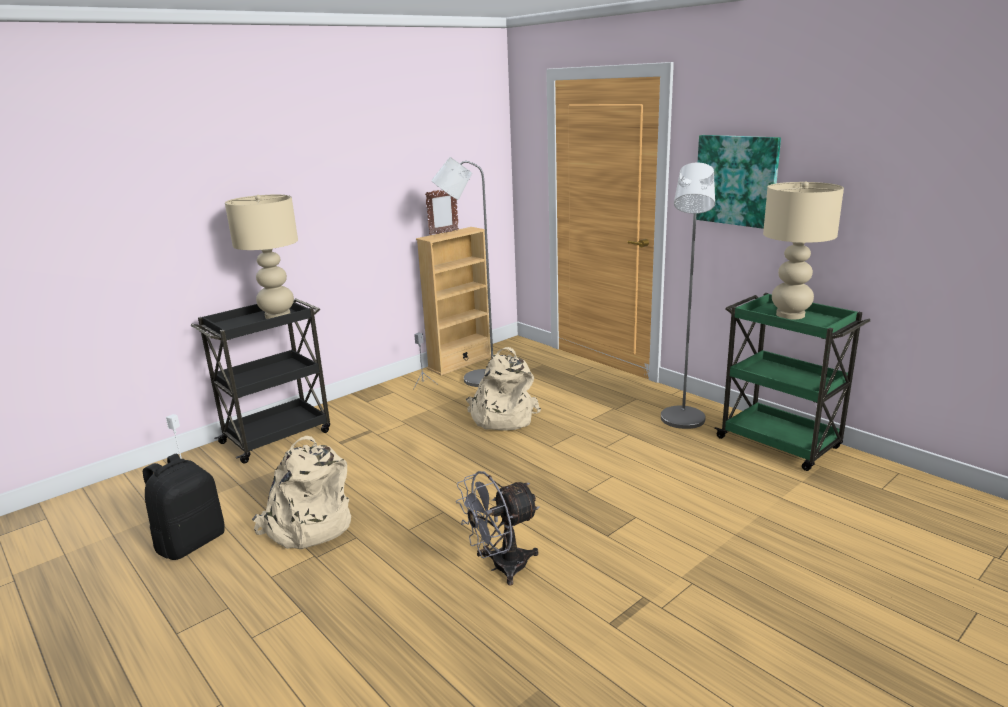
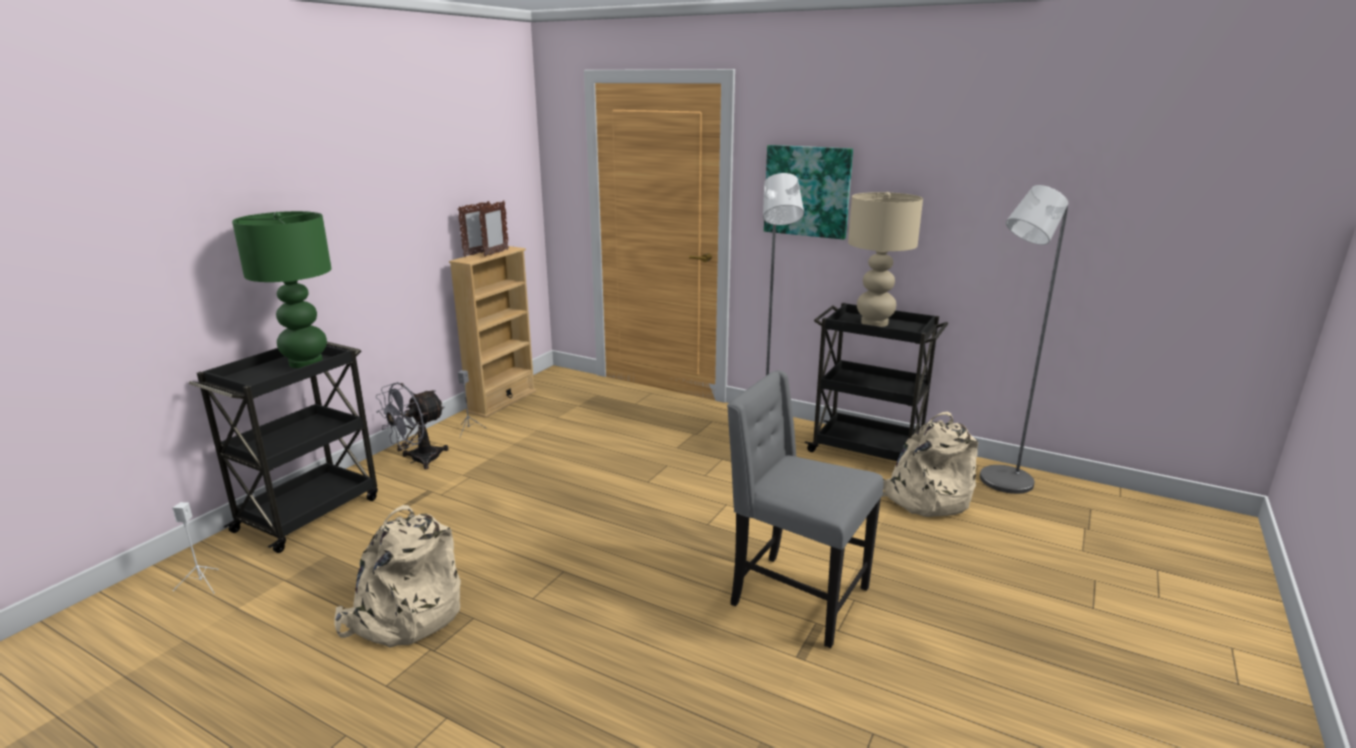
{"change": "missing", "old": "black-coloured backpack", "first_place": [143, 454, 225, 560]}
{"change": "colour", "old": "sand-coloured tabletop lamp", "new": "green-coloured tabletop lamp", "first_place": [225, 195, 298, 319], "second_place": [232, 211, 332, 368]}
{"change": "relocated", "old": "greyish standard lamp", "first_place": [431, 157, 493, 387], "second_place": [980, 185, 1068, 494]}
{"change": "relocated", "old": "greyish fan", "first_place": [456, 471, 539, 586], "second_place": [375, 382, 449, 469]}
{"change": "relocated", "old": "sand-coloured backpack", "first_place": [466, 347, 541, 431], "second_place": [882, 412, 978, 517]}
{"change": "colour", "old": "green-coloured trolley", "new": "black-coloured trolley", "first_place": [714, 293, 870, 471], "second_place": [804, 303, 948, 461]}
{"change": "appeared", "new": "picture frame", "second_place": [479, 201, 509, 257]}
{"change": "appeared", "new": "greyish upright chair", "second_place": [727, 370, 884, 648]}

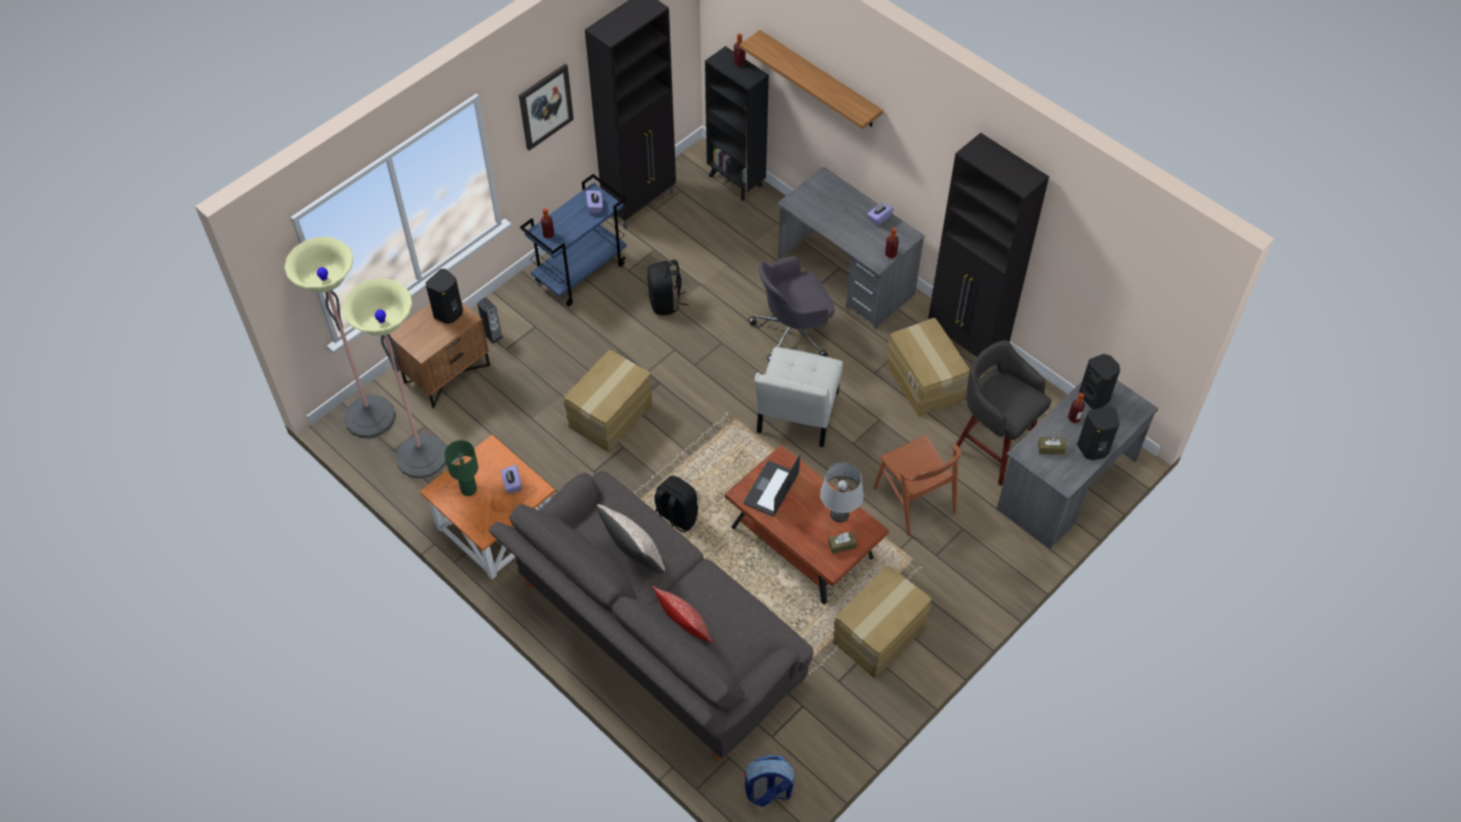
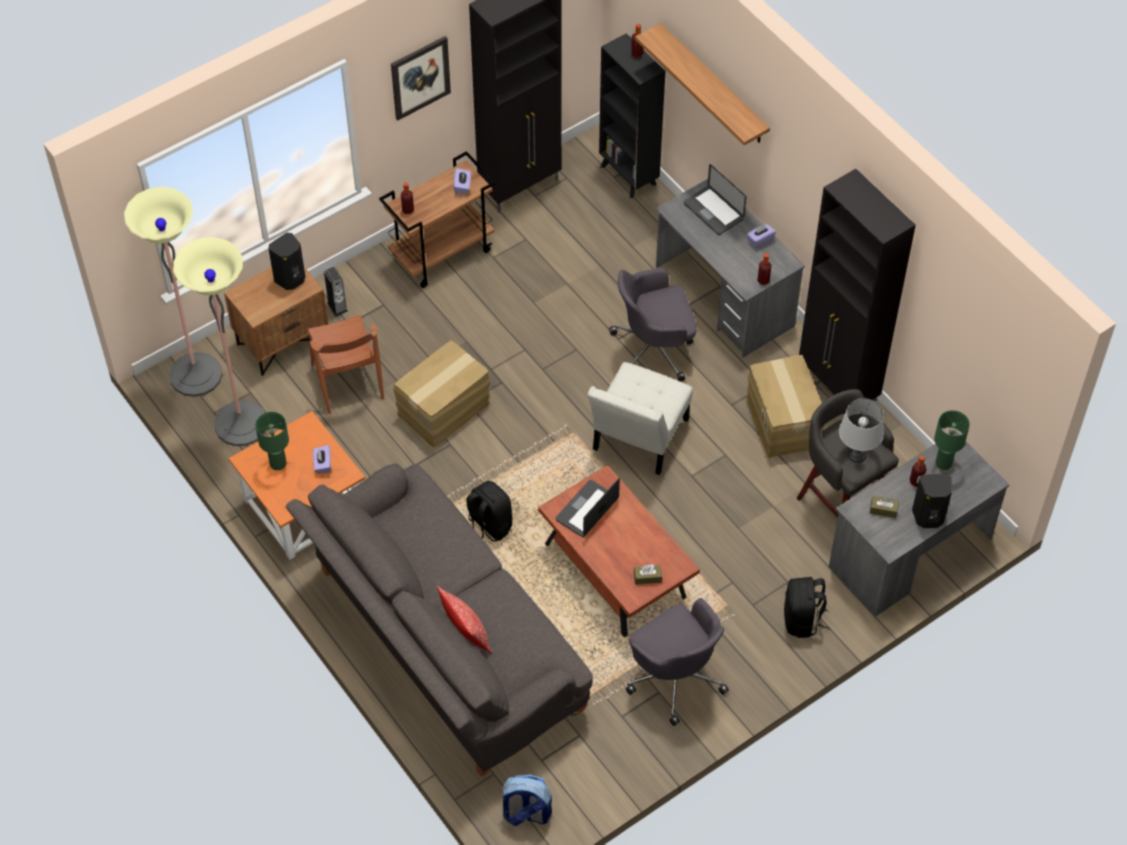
{"change": "colour", "old": "blue-coloured trolley", "new": "brownish trolley", "first_place": [520, 174, 627, 306], "second_place": [379, 151, 496, 288]}
{"change": "missing", "old": "sand-coloured pillow", "first_place": [597, 504, 665, 573]}
{"change": "relocated", "old": "black-coloured backpack", "first_place": [647, 260, 688, 315], "second_place": [784, 577, 829, 638]}
{"change": "relocated", "old": "greyish tabletop lamp", "first_place": [820, 462, 864, 522], "second_place": [839, 398, 884, 463]}
{"change": "exchanged", "old": "cardboard box", "new": "greyish office chair", "first_place": [833, 565, 931, 678], "second_place": [626, 598, 729, 726]}
{"change": "relocated", "old": "brownish upright chair", "first_place": [874, 435, 961, 536], "second_place": [308, 315, 384, 414]}
{"change": "exchanged", "old": "black-coloured speaker", "new": "green-coloured tabletop lamp", "first_place": [1079, 354, 1120, 409], "second_place": [934, 410, 970, 470]}
{"change": "appeared", "new": "notebook computer", "second_place": [683, 164, 746, 235]}

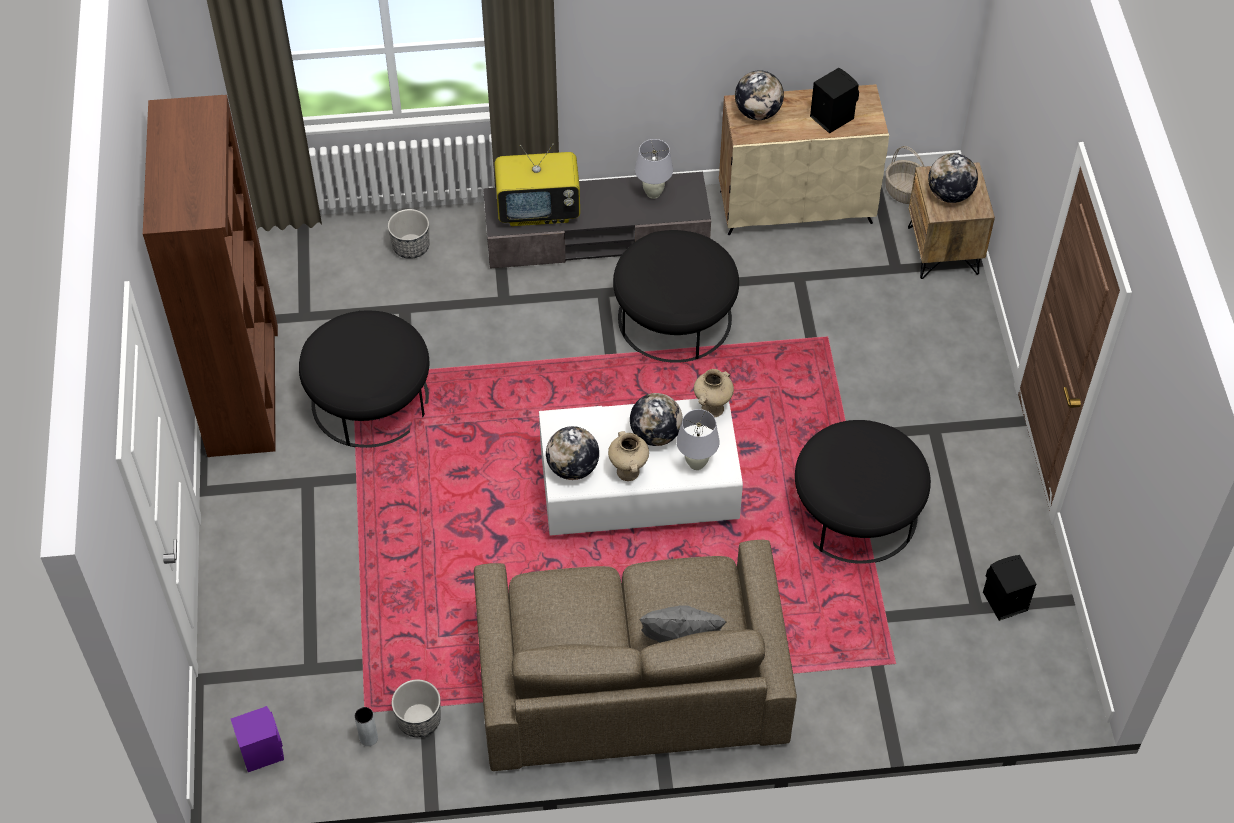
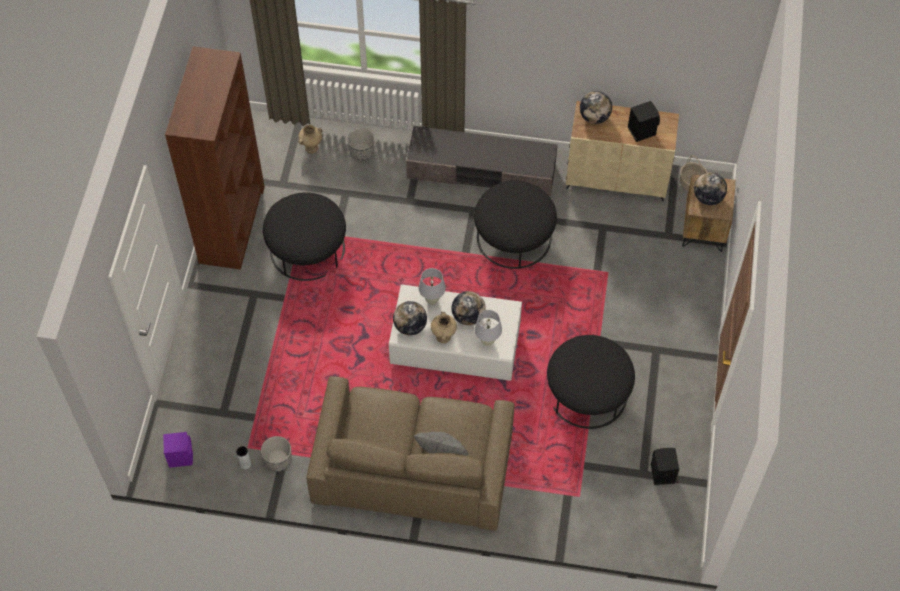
{"change": "missing", "old": "TV set", "first_place": [495, 144, 580, 226]}
{"change": "relocated", "old": "whitish tabletop lamp", "first_place": [635, 139, 673, 199], "second_place": [419, 268, 446, 305]}
{"change": "relocated", "old": "sand-coloured decorative vase", "first_place": [694, 369, 734, 418], "second_place": [298, 125, 323, 153]}

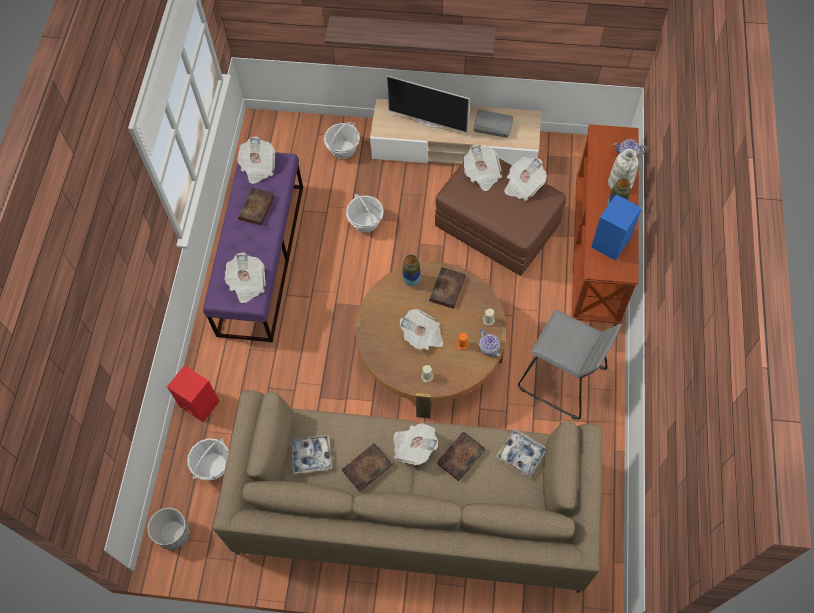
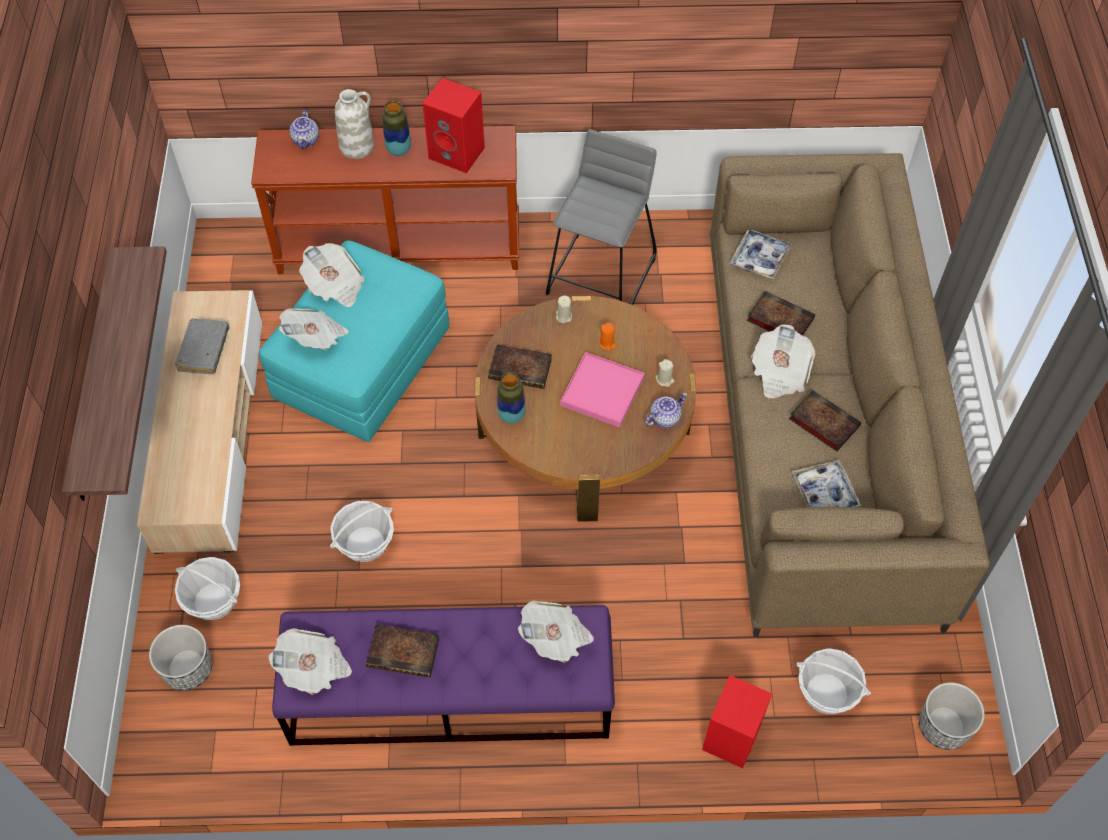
{"change": "missing", "old": "TV set", "first_place": [386, 75, 470, 133]}
{"change": "exchanged", "old": "newspaper", "new": "pink-coloured serving tray", "first_place": [400, 309, 443, 350], "second_place": [560, 352, 644, 428]}
{"change": "colour", "old": "brownish pouffe", "new": "turquoise-coloured pouffe", "first_place": [435, 158, 566, 276], "second_place": [259, 241, 449, 442]}
{"change": "relocated", "old": "tea pot", "first_place": [479, 329, 500, 357], "second_place": [645, 393, 688, 428]}
{"change": "colour", "old": "blue-coloured speaker", "new": "red-coloured speaker", "first_place": [591, 194, 642, 261], "second_place": [422, 78, 485, 173]}
{"change": "appeared", "new": "planter", "second_place": [149, 625, 212, 691]}

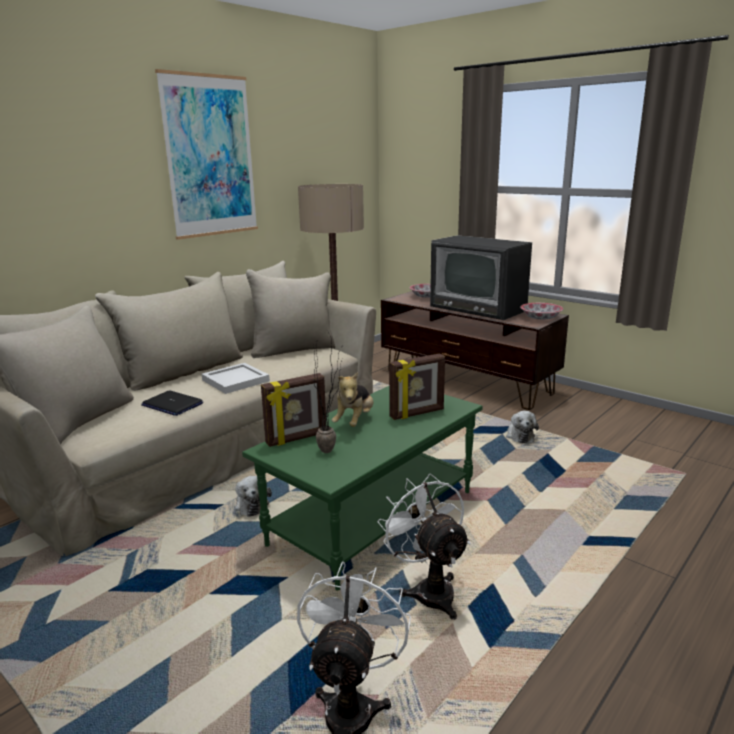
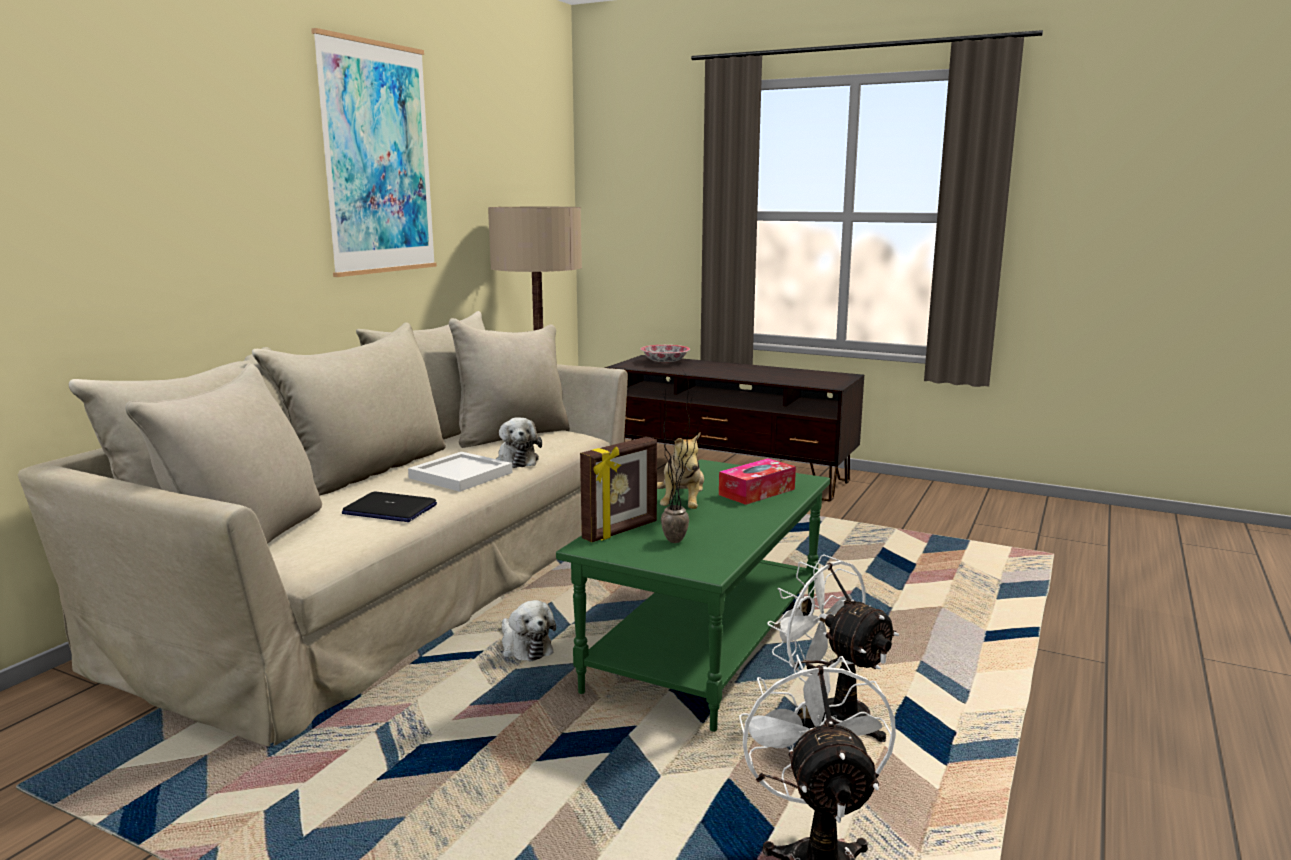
{"change": "exchanged", "old": "picture frame", "new": "tissue holder", "first_place": [389, 353, 445, 420], "second_place": [719, 458, 796, 505]}
{"change": "missing", "old": "TV set", "first_place": [430, 235, 532, 320]}
{"change": "relocated", "old": "soft toy", "first_place": [506, 411, 539, 443], "second_place": [496, 417, 542, 468]}
{"change": "missing", "old": "bowl", "first_place": [520, 303, 563, 320]}

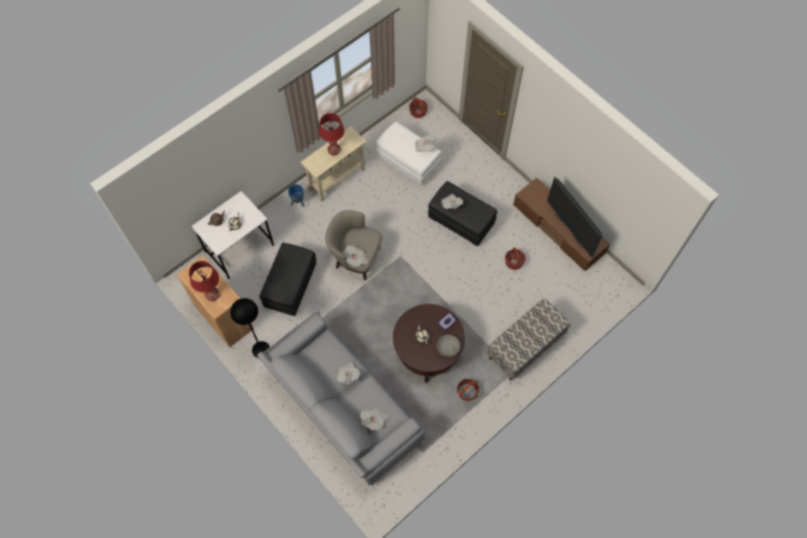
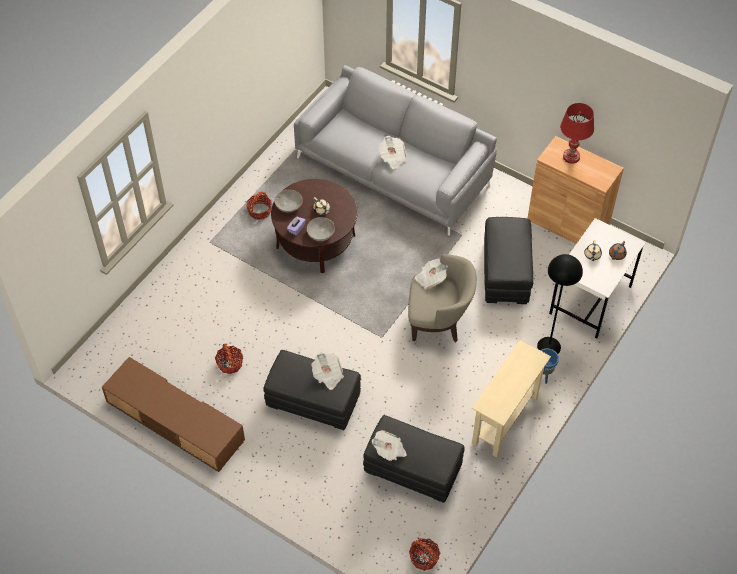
{"change": "relocated", "old": "black-coloured standard lamp", "first_place": [230, 298, 270, 358], "second_place": [537, 254, 583, 354]}
{"change": "missing", "old": "red-coloured tabletop lamp", "first_place": [319, 113, 344, 156]}
{"change": "missing", "old": "newspaper", "first_place": [360, 408, 387, 430]}
{"change": "colour", "old": "whitish pouffe", "new": "black-coloured pouffe", "first_place": [376, 122, 442, 186], "second_place": [363, 415, 465, 503]}
{"change": "missing", "old": "long seat", "first_place": [487, 298, 570, 380]}
{"change": "missing", "old": "TV set", "first_place": [547, 176, 602, 258]}
{"change": "appeared", "new": "greyish bowl", "second_place": [307, 217, 335, 241]}

